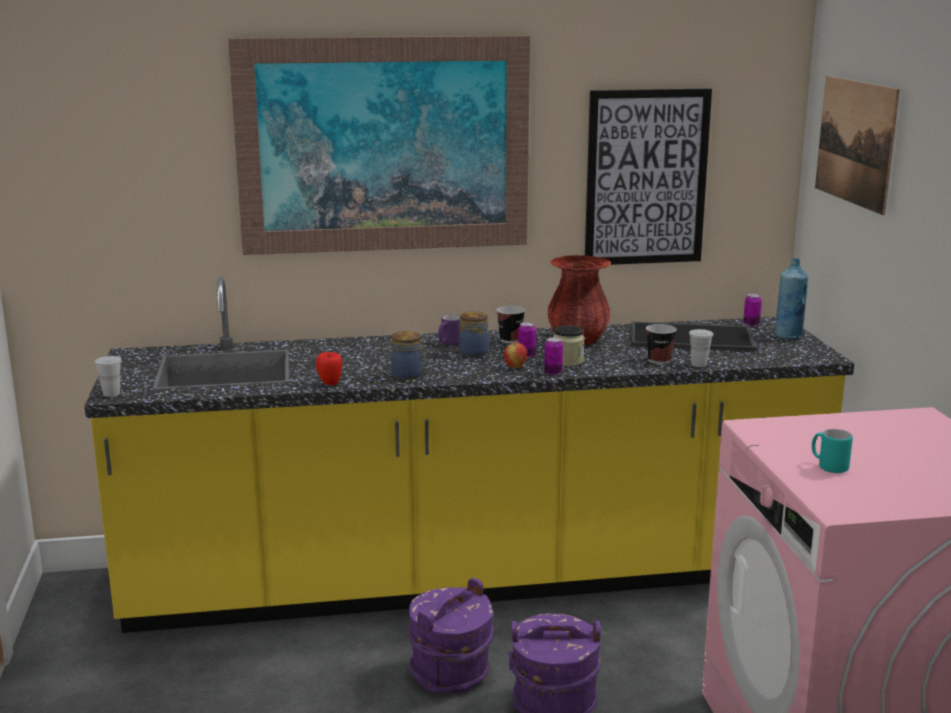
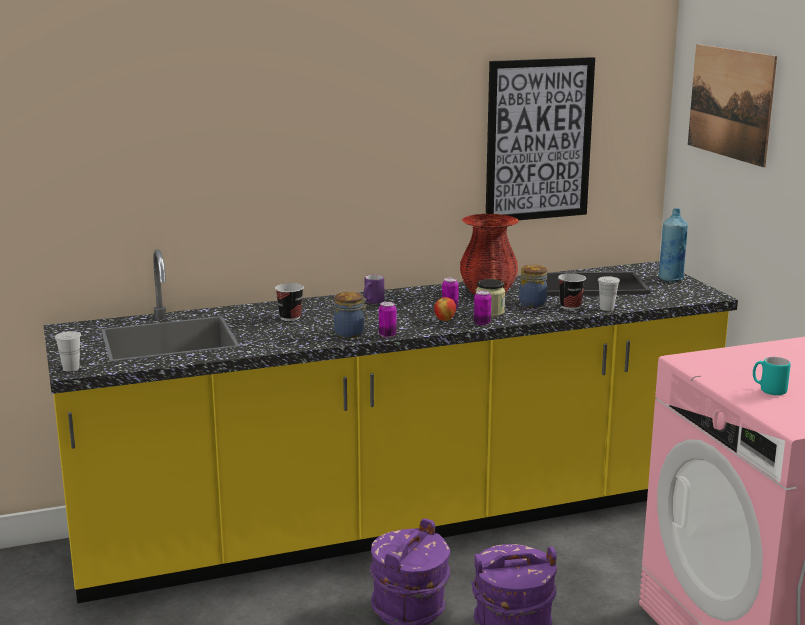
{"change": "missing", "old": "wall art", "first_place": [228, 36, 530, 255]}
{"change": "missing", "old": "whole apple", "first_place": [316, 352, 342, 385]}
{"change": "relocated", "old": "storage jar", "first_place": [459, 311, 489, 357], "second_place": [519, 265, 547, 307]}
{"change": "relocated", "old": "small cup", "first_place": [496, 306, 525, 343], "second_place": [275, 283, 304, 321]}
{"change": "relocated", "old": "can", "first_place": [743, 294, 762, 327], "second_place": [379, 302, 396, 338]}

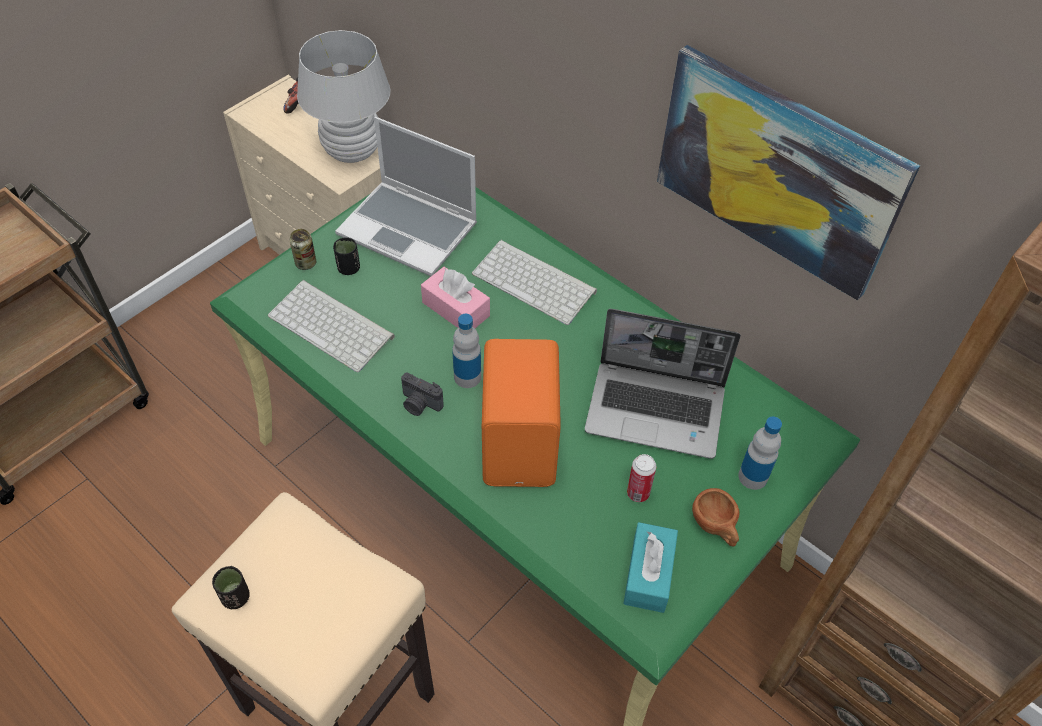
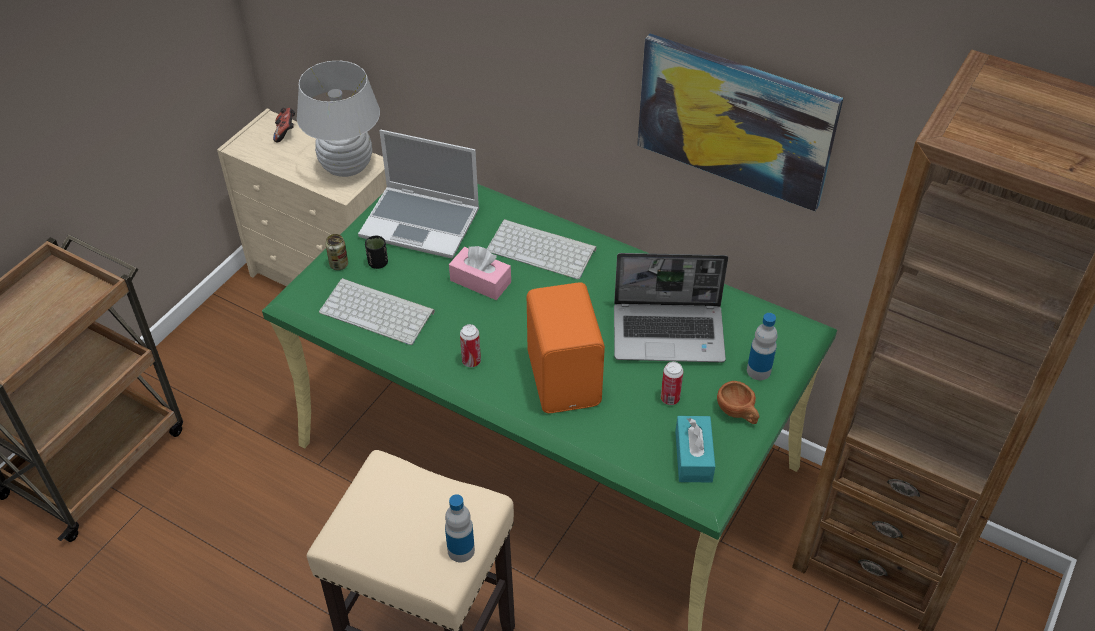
{"change": "missing", "old": "black-coloured small cup", "first_place": [212, 566, 250, 609]}
{"change": "exchanged", "old": "still camera", "new": "can", "first_place": [401, 372, 444, 416], "second_place": [460, 324, 481, 367]}
{"change": "relocated", "old": "beverage bottle", "first_place": [452, 314, 481, 388], "second_place": [445, 494, 475, 562]}

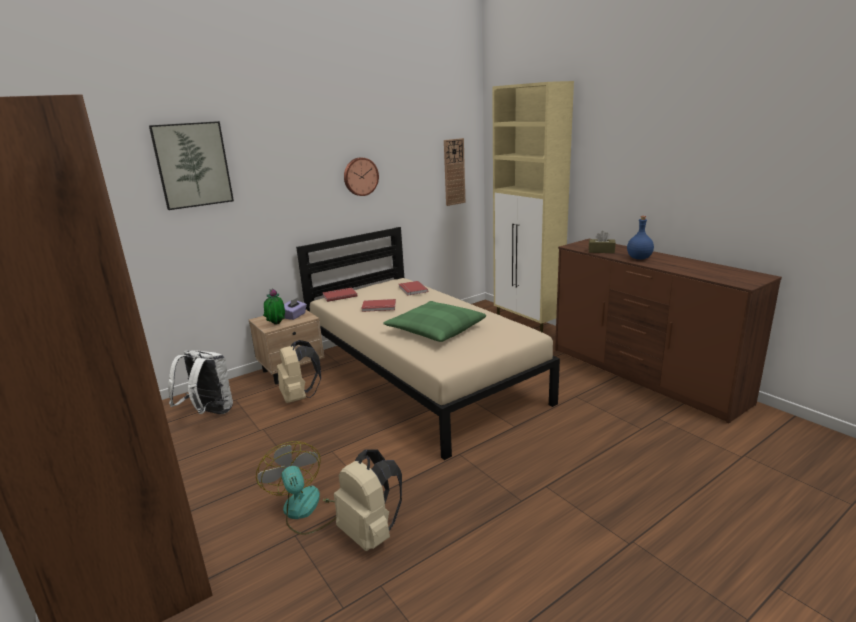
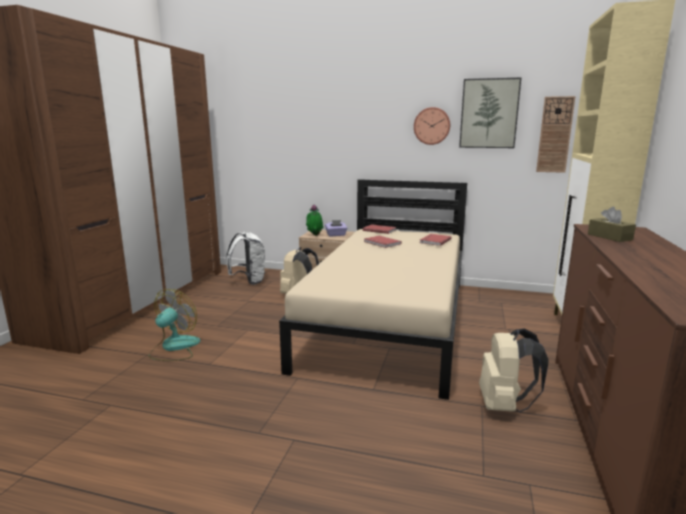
{"change": "relocated", "old": "wall art", "first_place": [149, 121, 234, 210], "second_place": [459, 78, 521, 148]}
{"change": "relocated", "old": "sand-coloured backpack", "first_place": [334, 450, 402, 551], "second_place": [479, 329, 549, 412]}
{"change": "missing", "old": "green-coloured pillow", "first_place": [383, 301, 486, 342]}
{"change": "missing", "old": "blue-coloured beverage bottle", "first_place": [627, 216, 654, 260]}

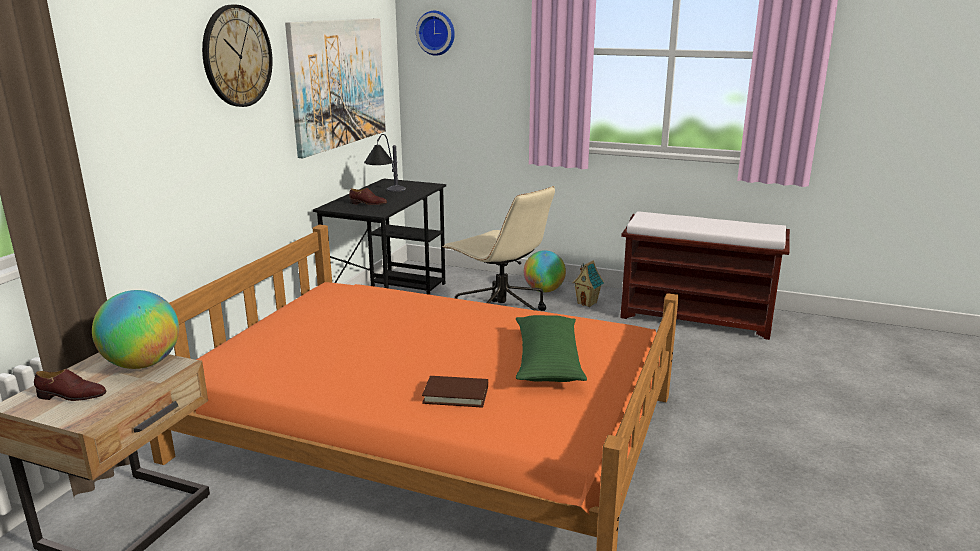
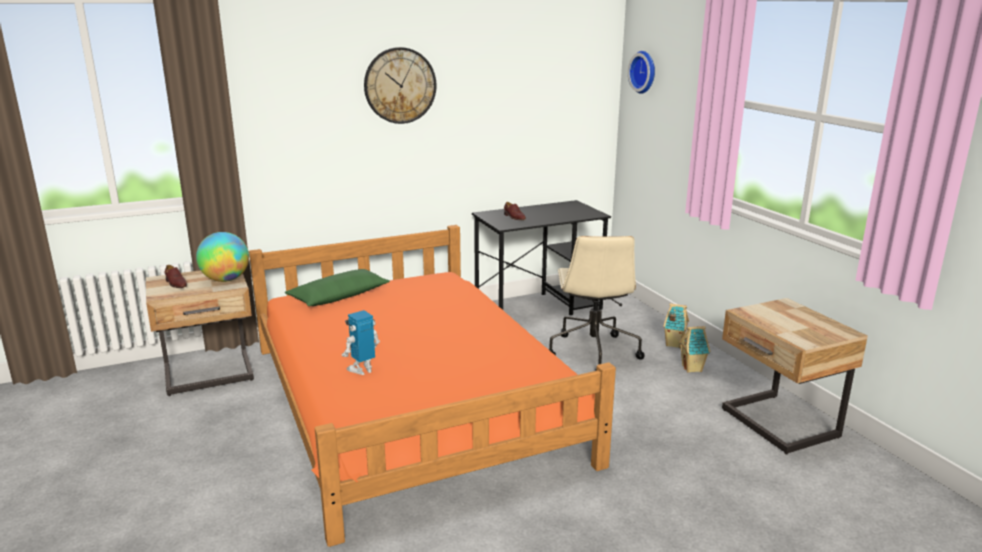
{"change": "missing", "old": "wall art", "first_place": [285, 18, 386, 158]}
{"change": "missing", "old": "tabletop lamp", "first_place": [364, 134, 406, 192]}
{"change": "exchanged", "old": "brownish book", "new": "robot figure", "first_place": [422, 376, 488, 408], "second_place": [342, 310, 380, 375]}
{"change": "relocated", "old": "green-coloured pillow", "first_place": [516, 315, 587, 382], "second_place": [285, 269, 390, 306]}
{"change": "exchanged", "old": "world globe", "new": "toy house", "first_place": [524, 250, 566, 293], "second_place": [663, 303, 689, 348]}
{"change": "exchanged", "old": "brownish long seat", "new": "sand-coloured bedside table", "first_place": [620, 211, 790, 340], "second_place": [722, 298, 868, 454]}

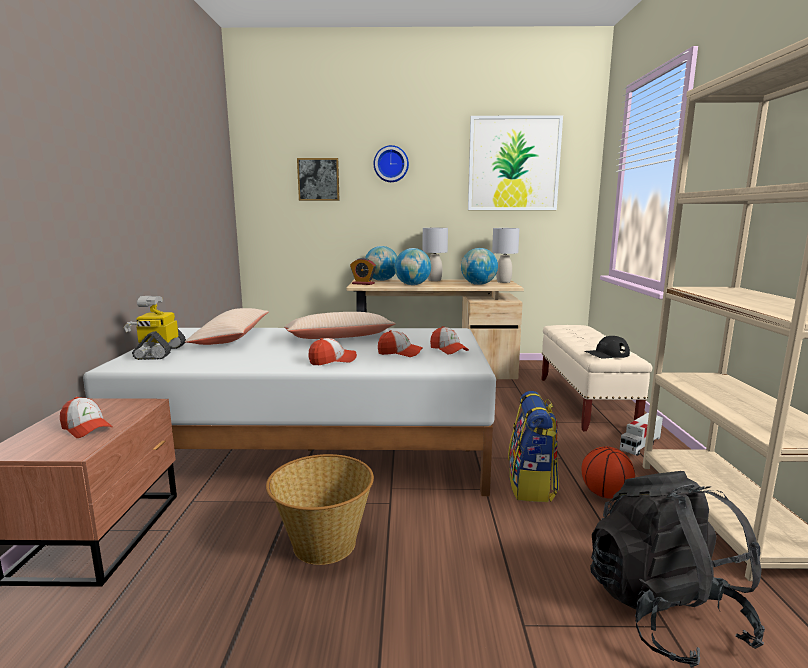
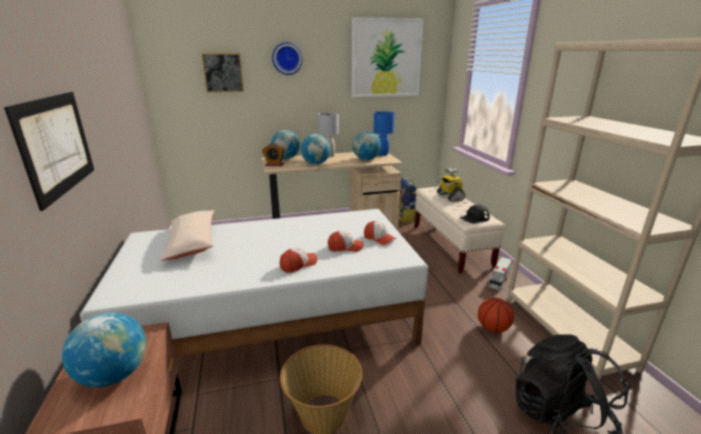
{"change": "exchanged", "old": "cap", "new": "world globe", "first_place": [60, 397, 113, 438], "second_place": [62, 312, 146, 387]}
{"change": "relocated", "old": "robot figure", "first_place": [124, 296, 186, 360], "second_place": [436, 168, 466, 202]}
{"change": "missing", "old": "sand-coloured pillow", "first_place": [284, 312, 396, 339]}
{"change": "colour", "old": "greyish tabletop lamp", "new": "blue-coloured tabletop lamp", "first_place": [492, 228, 520, 283], "second_place": [374, 111, 395, 156]}
{"change": "relocated", "old": "backpack", "first_place": [508, 391, 559, 502], "second_place": [399, 177, 417, 222]}
{"change": "appeared", "new": "wall art", "second_place": [4, 92, 94, 211]}

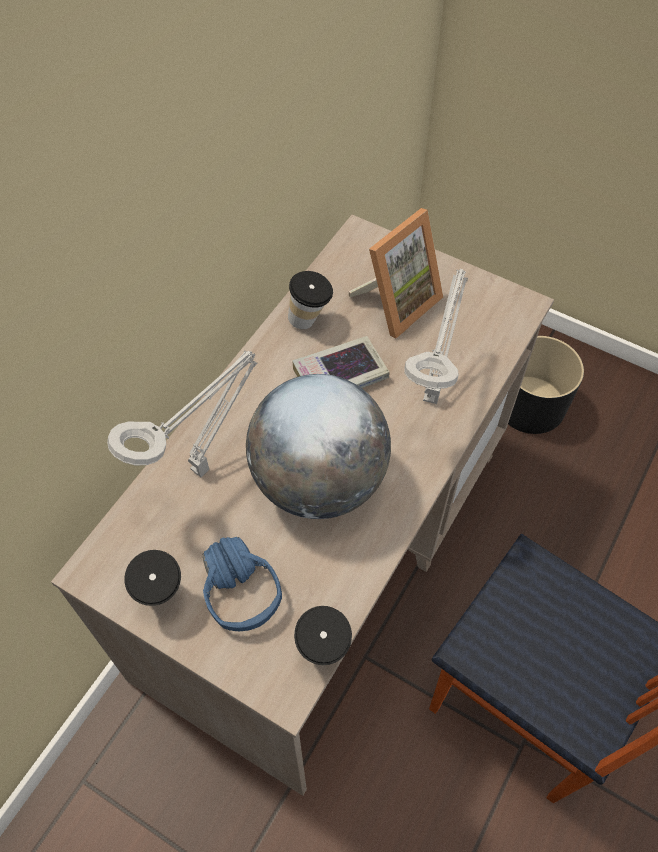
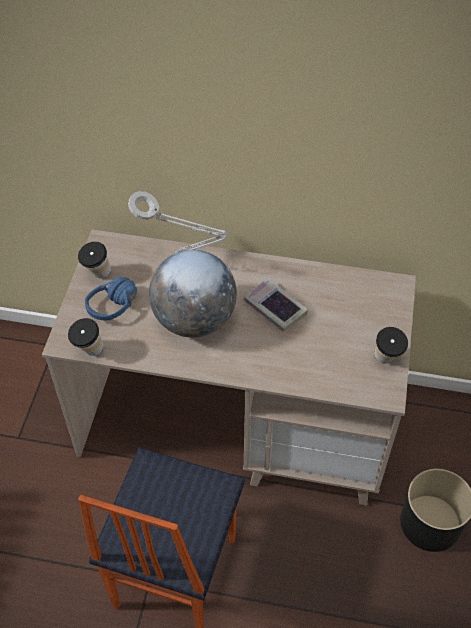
{"change": "relocated", "old": "small cup", "first_place": [288, 271, 333, 329], "second_place": [374, 327, 408, 364]}
{"change": "missing", "old": "picture frame", "first_place": [349, 208, 443, 338]}
{"change": "missing", "old": "greyish tabletop lamp", "first_place": [404, 269, 468, 404]}

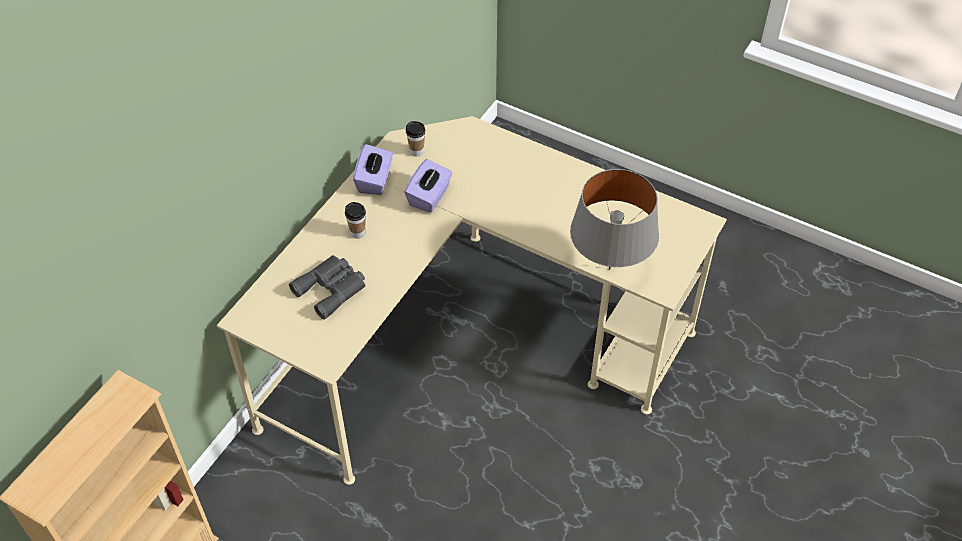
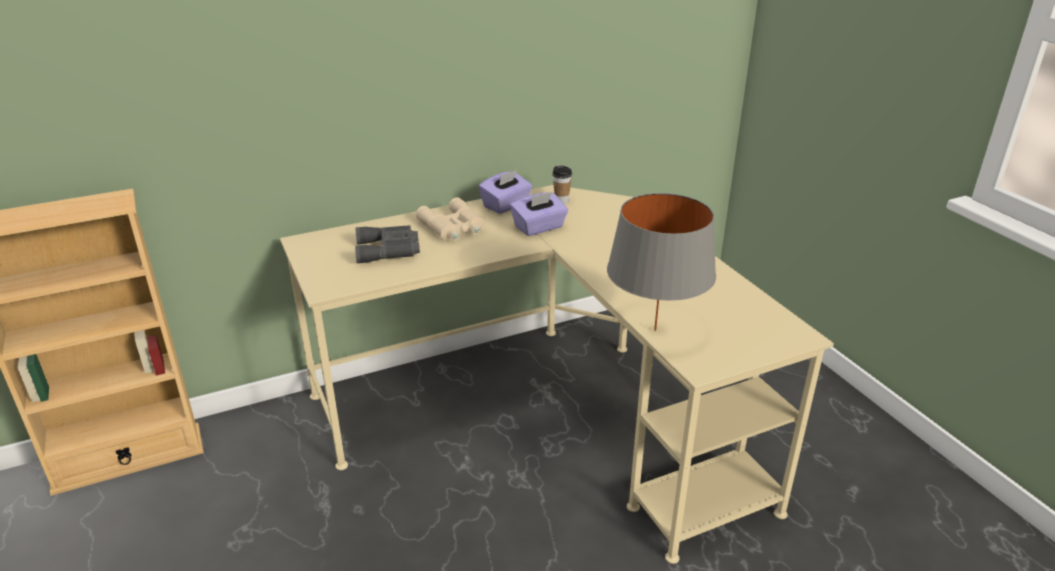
{"change": "exchanged", "old": "small cup", "new": "sand-coloured binoculars", "first_place": [345, 202, 366, 239], "second_place": [416, 197, 486, 241]}

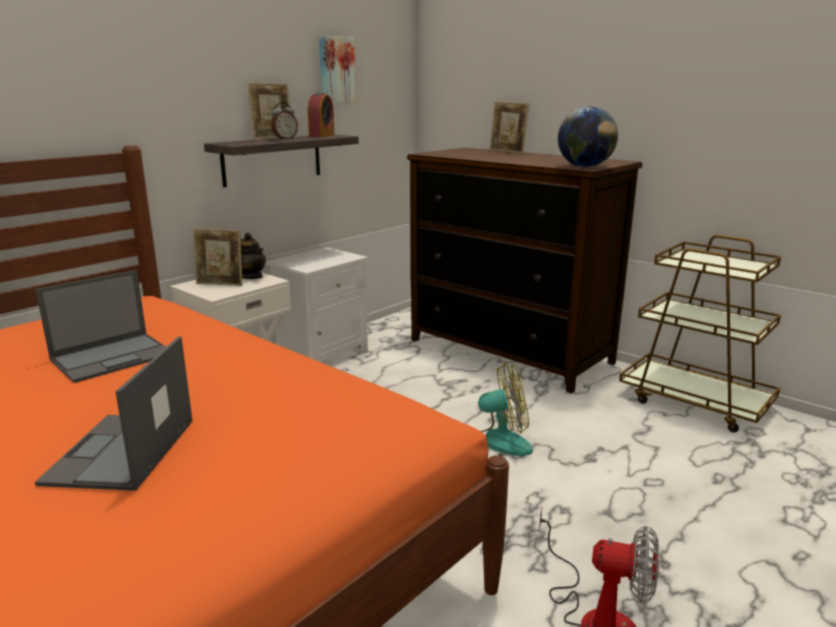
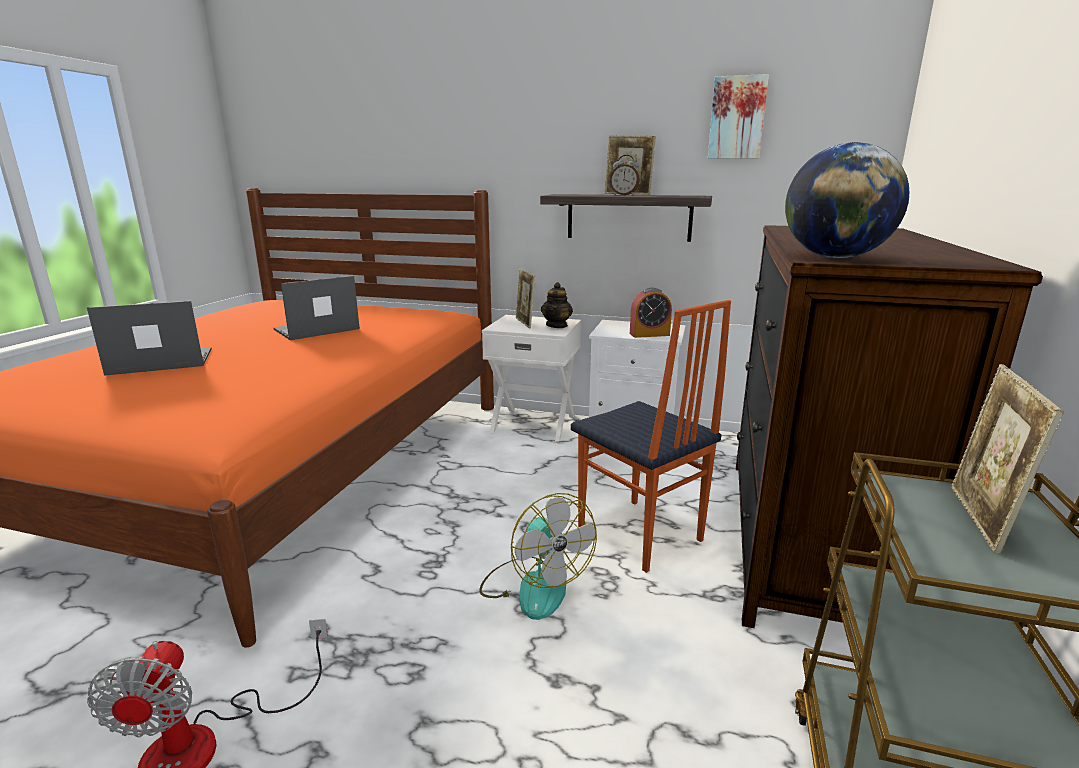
{"change": "spun", "old": "notebook computer", "first_place": [35, 270, 166, 383], "second_place": [273, 276, 360, 340], "degrees": 120}
{"change": "relocated", "old": "table clock", "first_place": [308, 92, 334, 137], "second_place": [630, 288, 672, 338]}
{"change": "relocated", "old": "picture frame", "first_place": [490, 101, 529, 154], "second_place": [951, 364, 1064, 553]}
{"change": "appeared", "new": "upright chair", "second_place": [571, 300, 731, 573]}

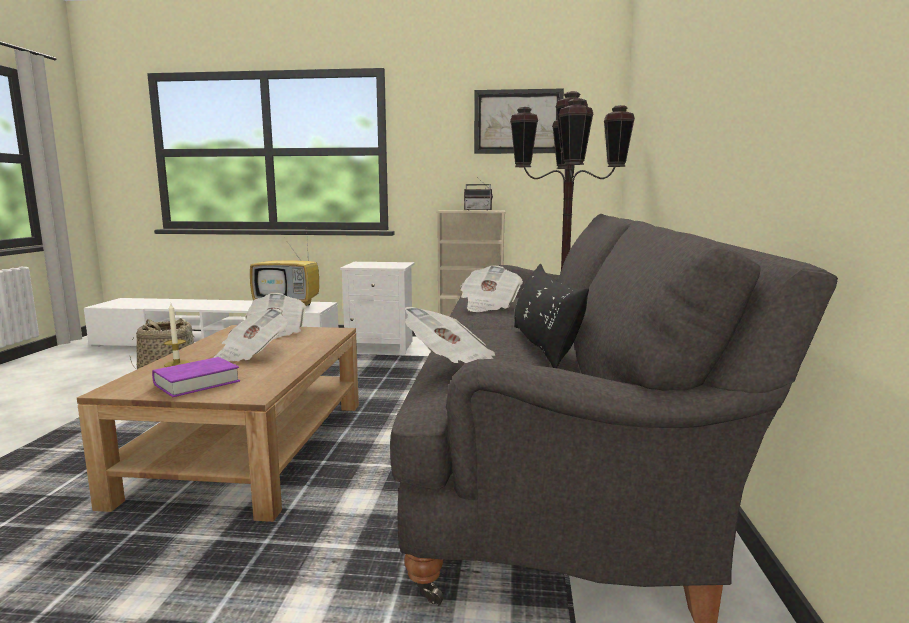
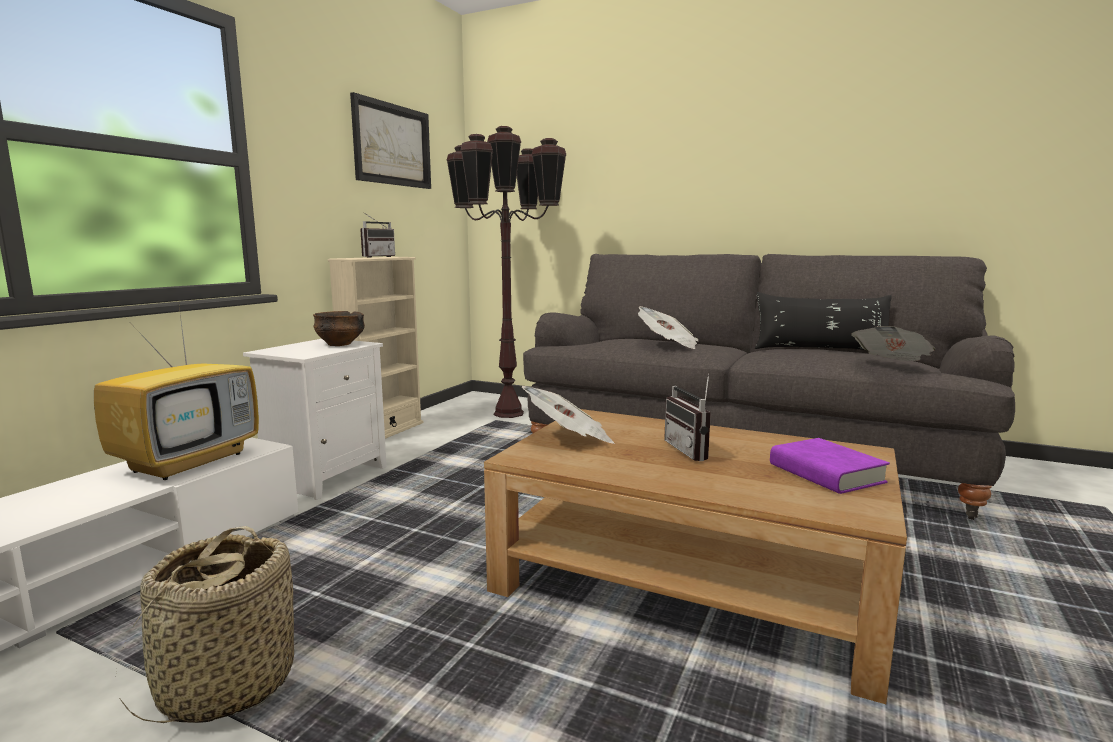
{"change": "missing", "old": "candle", "first_place": [164, 303, 190, 367]}
{"change": "exchanged", "old": "newspaper", "new": "radio", "first_place": [213, 308, 288, 361], "second_place": [664, 373, 711, 461]}
{"change": "appeared", "new": "bowl", "second_place": [313, 311, 365, 346]}

